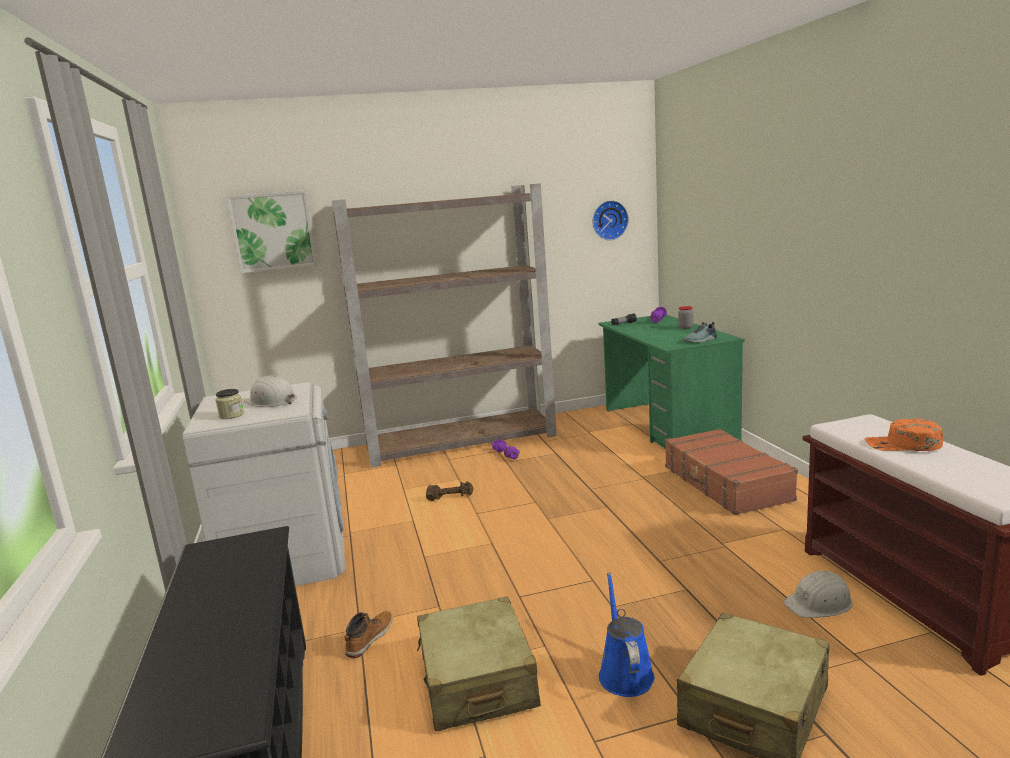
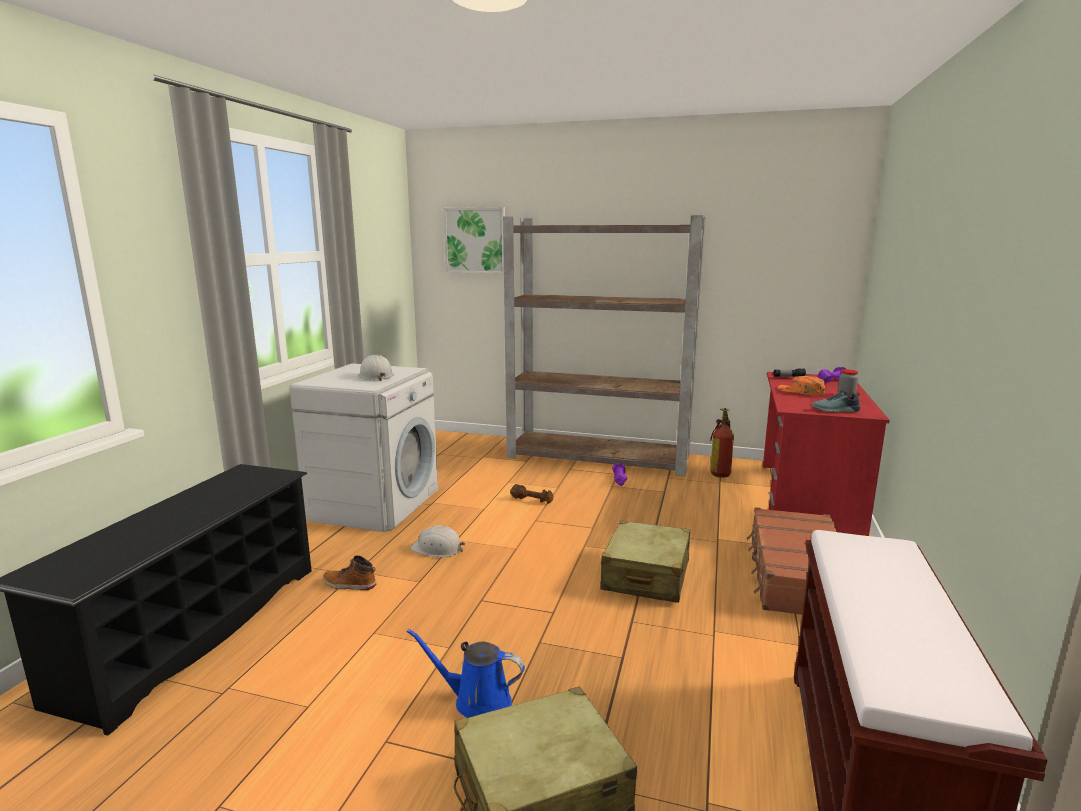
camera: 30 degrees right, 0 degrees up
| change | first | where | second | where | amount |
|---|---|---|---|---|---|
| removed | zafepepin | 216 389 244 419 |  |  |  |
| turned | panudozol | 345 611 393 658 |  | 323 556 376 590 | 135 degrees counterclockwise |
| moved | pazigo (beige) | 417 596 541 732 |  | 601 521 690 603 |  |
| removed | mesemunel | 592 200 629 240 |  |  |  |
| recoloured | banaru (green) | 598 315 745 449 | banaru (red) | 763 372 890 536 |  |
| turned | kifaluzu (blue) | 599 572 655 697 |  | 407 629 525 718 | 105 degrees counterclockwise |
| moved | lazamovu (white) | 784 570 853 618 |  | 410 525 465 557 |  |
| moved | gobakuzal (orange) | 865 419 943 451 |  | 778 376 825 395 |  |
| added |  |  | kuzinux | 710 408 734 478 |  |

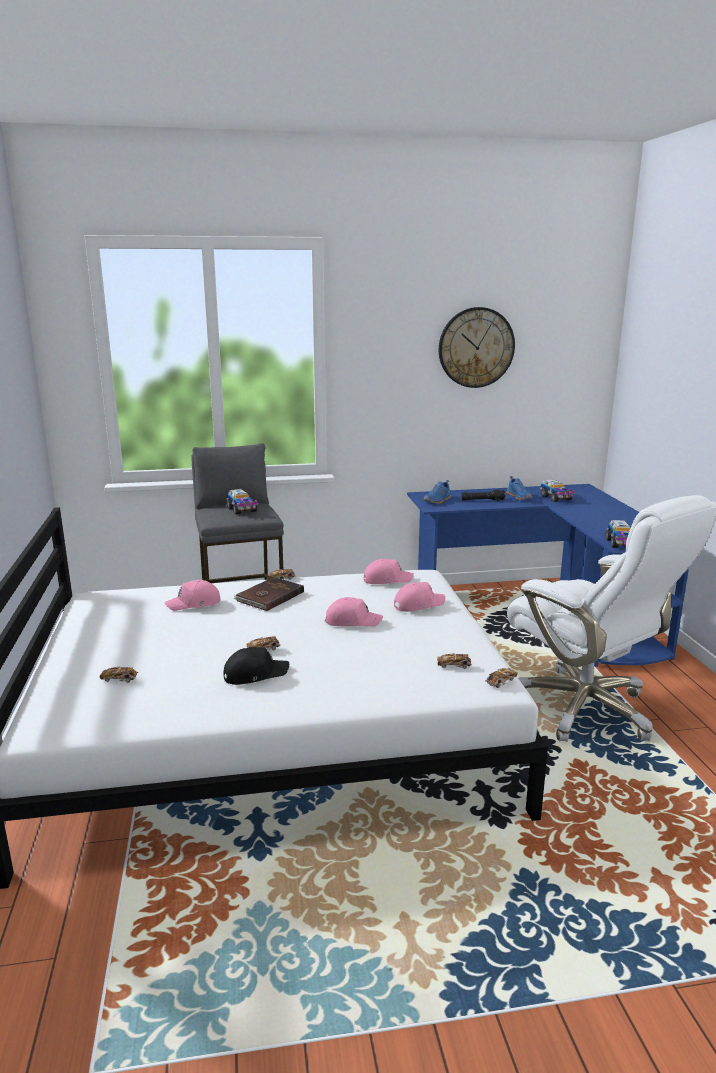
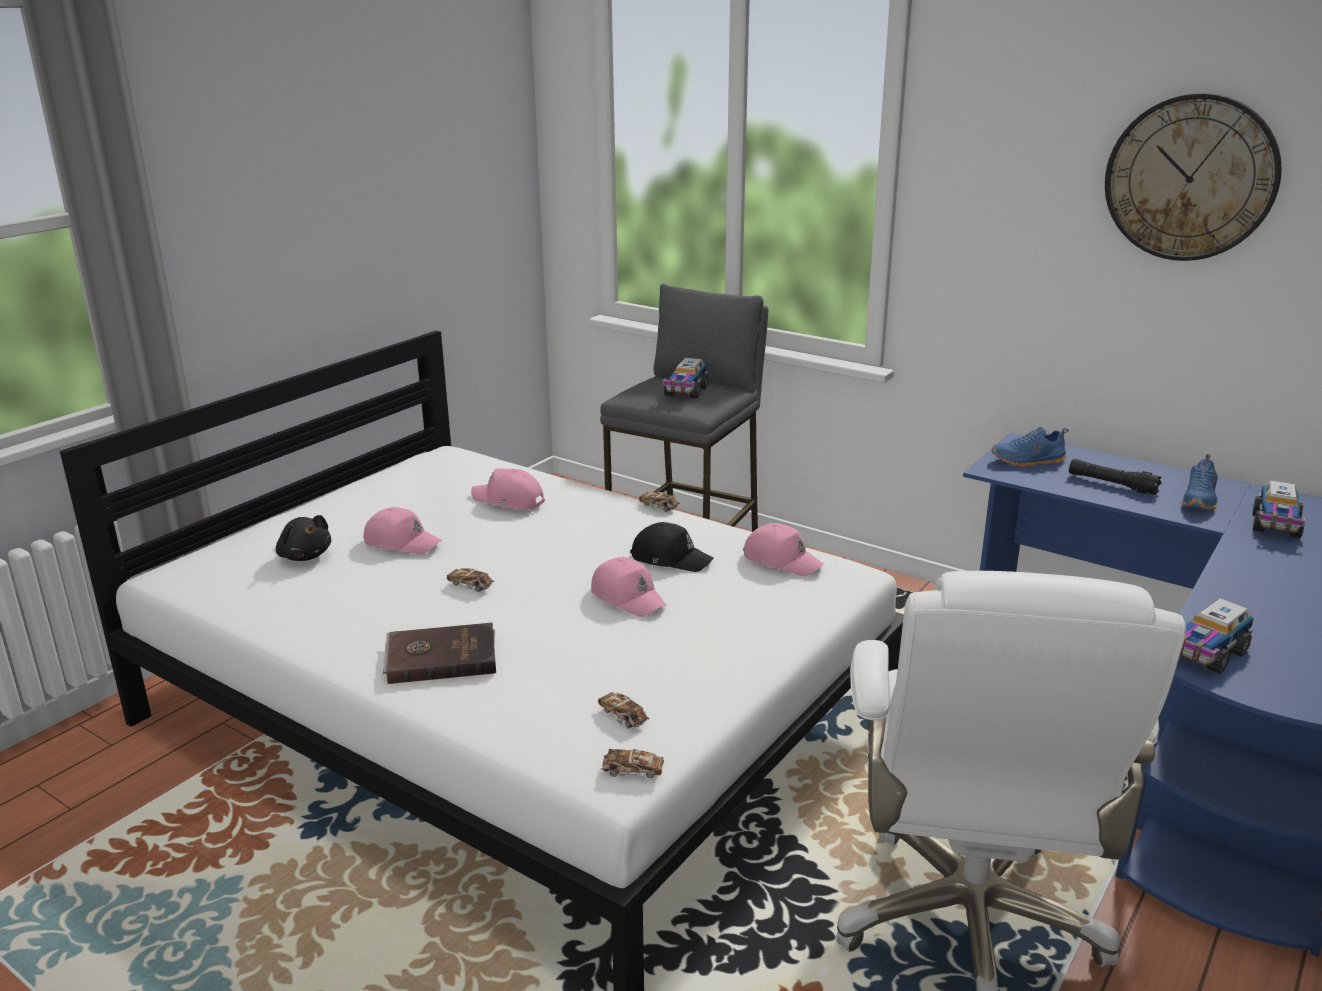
camera: 45 degrees right, 5 degrees up
| change | first | where | second | where | amount |
|---|---|---|---|---|---|
| replaced | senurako | 100 666 138 683 | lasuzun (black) | 276 515 331 561 |  |
| moved | gobakuzal (black) | 223 647 289 685 |  | 630 522 714 572 |  |
| moved | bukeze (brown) | 233 577 304 611 |  | 383 623 496 684 |  |
| moved | gobakuzal (pink) | 394 582 445 612 |  | 363 507 442 554 |  |

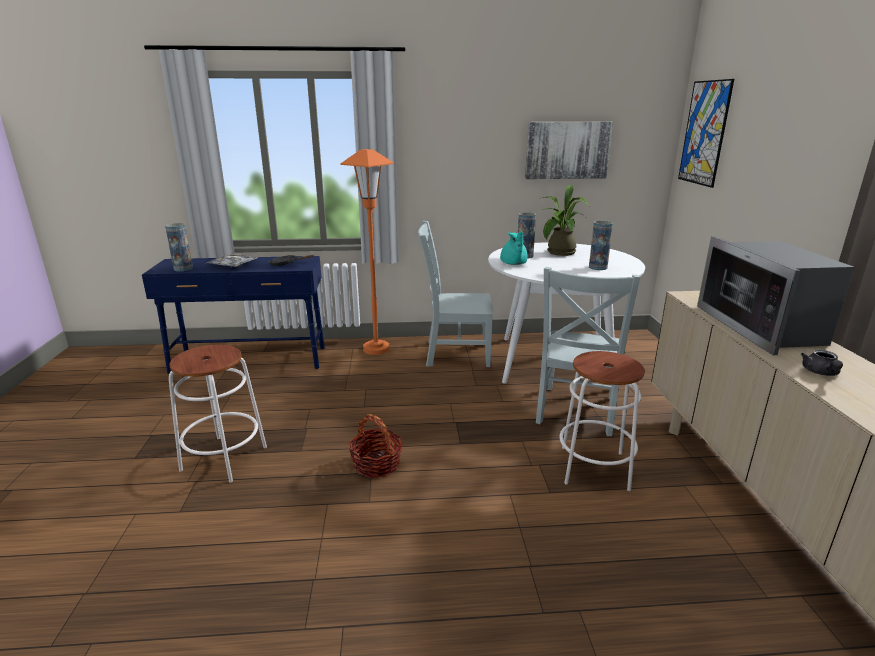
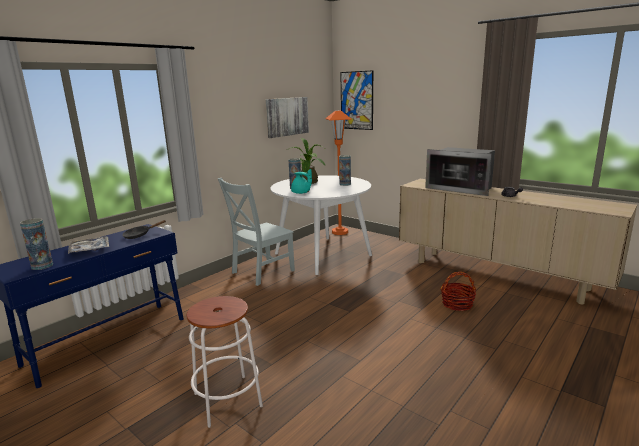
camera: 45 degrees left, 5 degrees down
| change | first | where | second | where | amount |
|---|---|---|---|---|---|
| moved | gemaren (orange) | 340 149 394 355 |  | 325 111 352 235 |  |
| moved | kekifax | 349 414 402 478 |  | 441 271 476 311 |  |
| removed | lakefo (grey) | 536 267 640 436 |  |  |  |
| removed | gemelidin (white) | 560 351 645 491 |  |  |  |

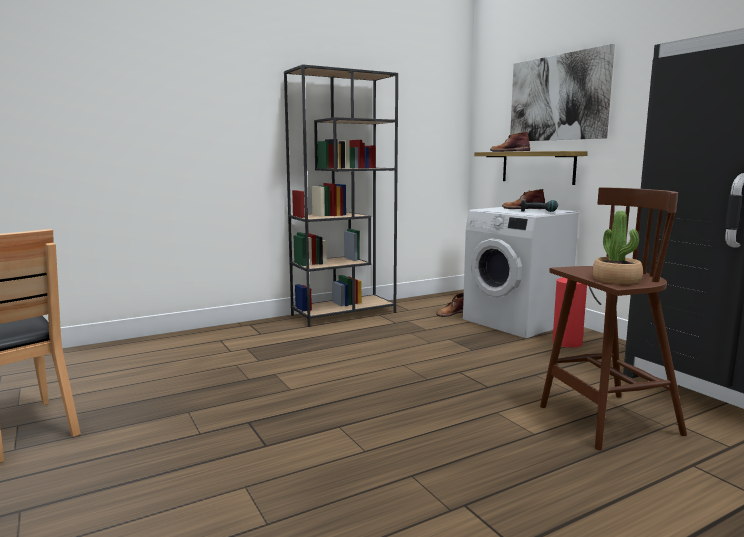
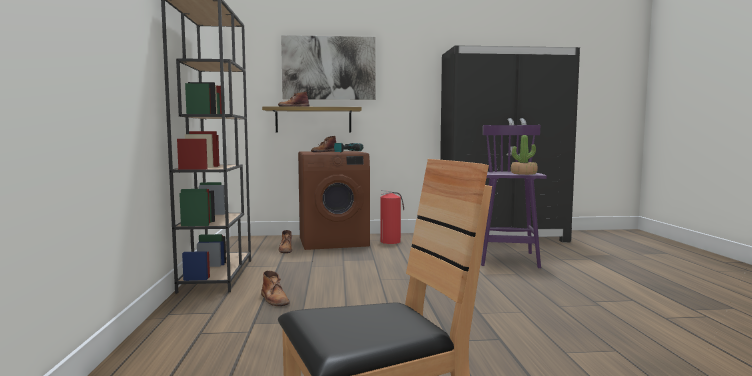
camera: 65 degrees left, 5 degrees down
| change | first | where | second | where | amount |
|---|---|---|---|---|---|
| recoloured | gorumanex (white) | 463 207 579 338 | gorumanex (brown) | 298 151 370 250 |  |
| recoloured | gemelidin (brown) | 540 187 687 450 | gemelidin (purple) | 481 125 547 268 |  |
| added |  |  | panudozol (brown) | 261 271 290 306 |  |

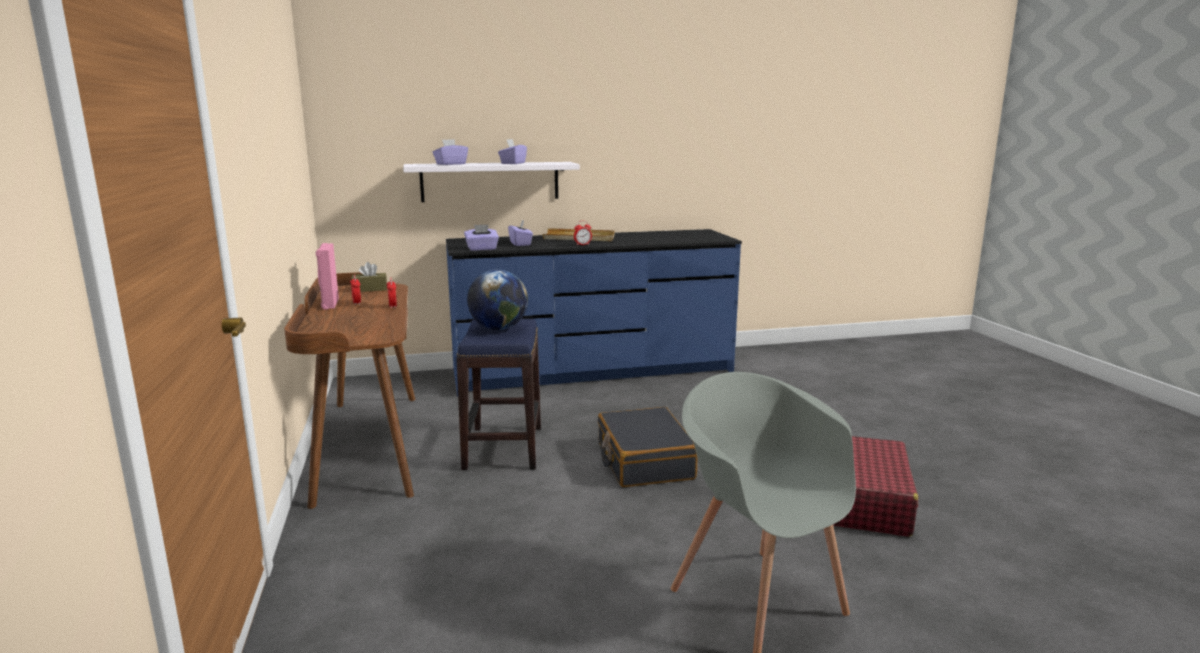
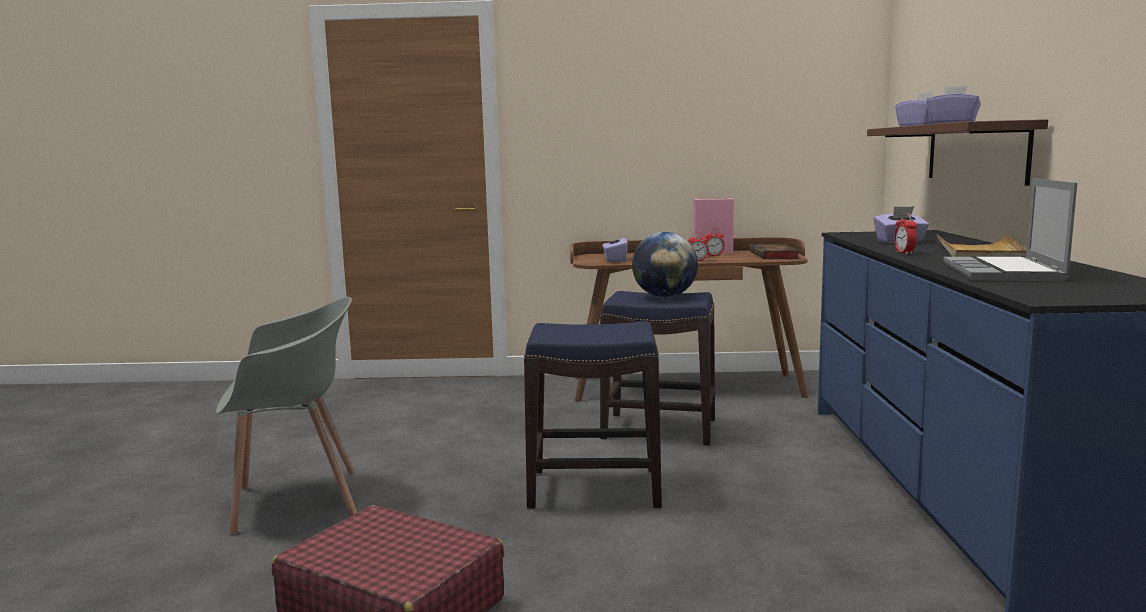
camera: 105 degrees right, 5 degrees down
| change | first | where | second | where | amount |
|---|---|---|---|---|---|
| replaced | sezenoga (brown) | 351 262 387 292 | bukeze | 750 244 800 259 |  |
| recoloured | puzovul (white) | 403 162 580 202 | puzovul (brown) | 867 119 1048 186 |  |
| moved | sezenoga (purple) | 464 224 499 251 |  | 602 234 628 262 |  |
| replaced | pazigo (black) | 598 407 697 487 | gemelidin | 524 321 662 509 |  |
| added |  |  | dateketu | 943 178 1077 281 |  |

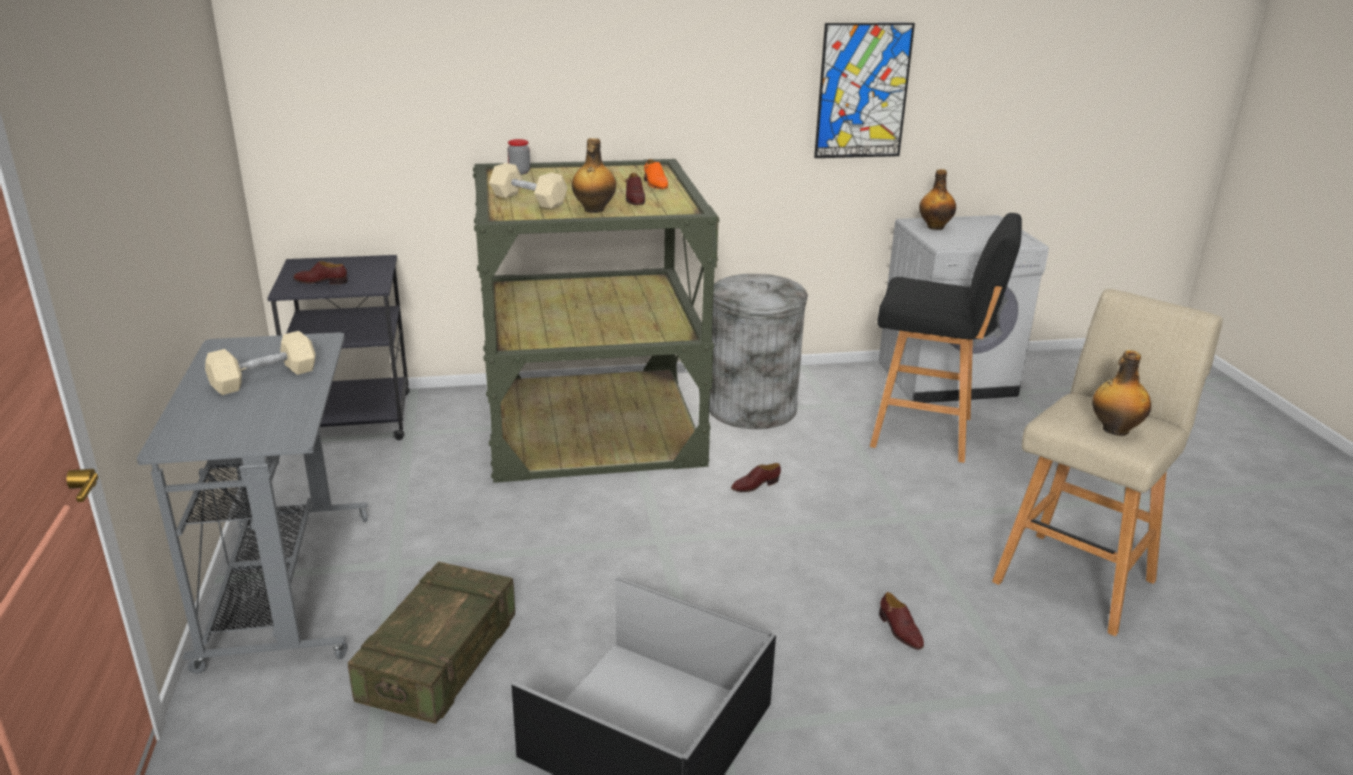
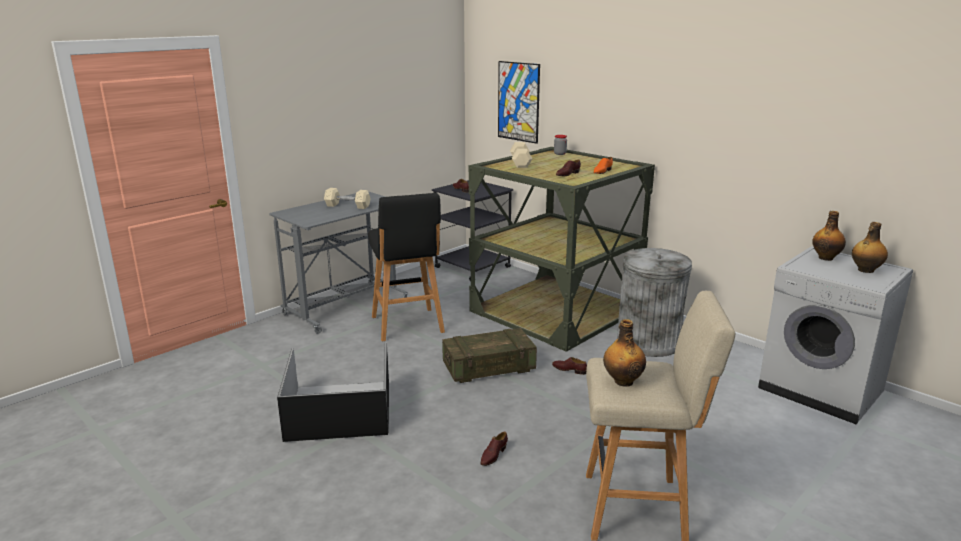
camera: 55 degrees right, 5 degrees down
| change | first | where | second | where | amount |
|---|---|---|---|---|---|
| moved | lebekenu | 348 562 515 724 |  | 442 328 537 383 |  |
| moved | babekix | 572 138 616 213 |  | 852 222 888 273 |  |
| moved | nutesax | 814 23 915 158 |  | 498 61 540 144 |  |
| moved | gemelidin (black) | 870 213 1022 463 |  | 368 193 445 341 |  |

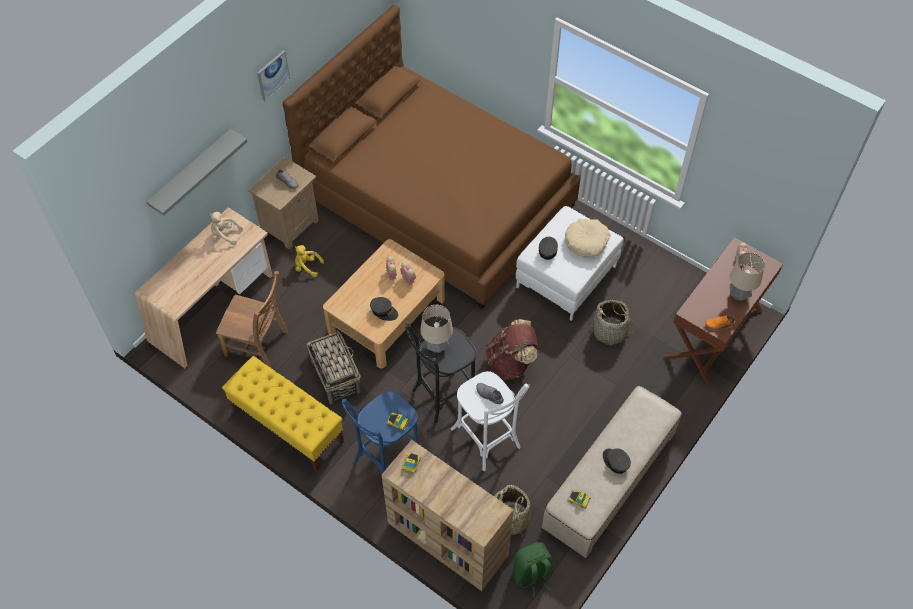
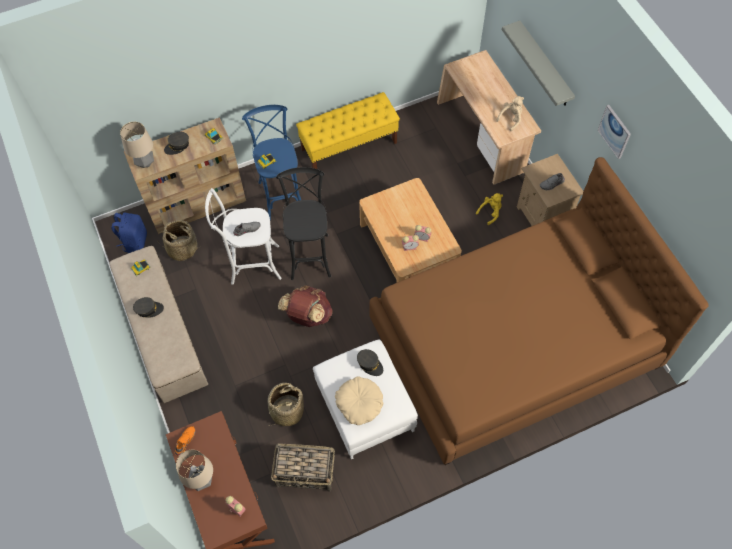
camera: 120 degrees right, 5 degrees up
| change | first | where | second | where | amount |
|---|---|---|---|---|---|
| removed | lakefo (brown) | 216 271 288 368 |  |  |  |
| moved | kekifax | 307 330 361 404 |  | 271 444 335 492 |  |
| moved | gobakuzal (grey) | 370 297 398 321 |  | 164 132 189 155 |  |
| moved | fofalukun | 420 305 453 353 |  | 120 122 154 168 |  |
| recoloured | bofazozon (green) | 513 542 552 597 | bofazozon (blue) | 111 213 147 253 |  |

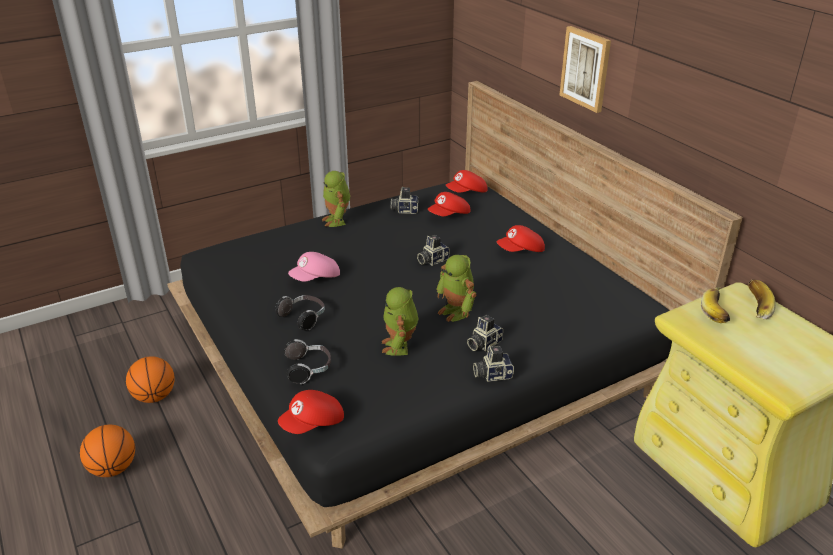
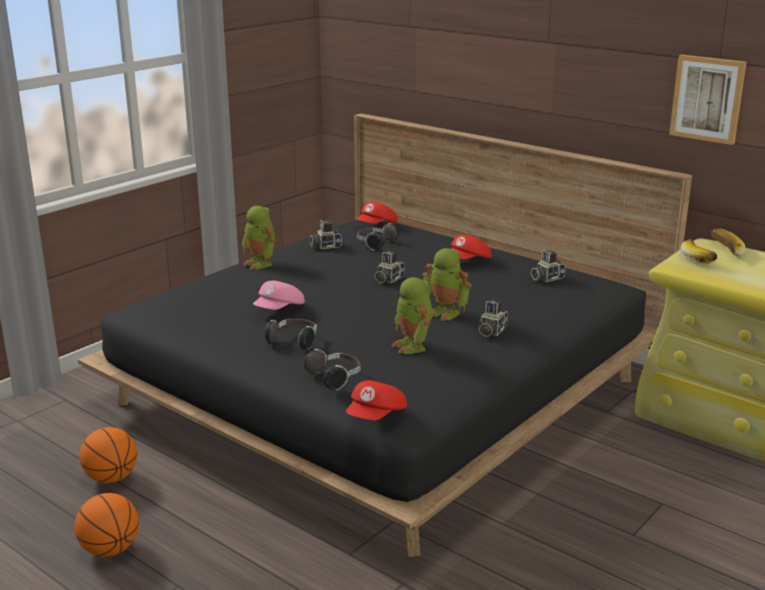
camera: 20 degrees left, 10 degrees down
| change | first | where | second | where | amount |
|---|---|---|---|---|---|
| replaced | gobakuzal (red) | 428 192 470 216 | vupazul | 357 223 399 251 |  |
| moved | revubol | 473 345 514 382 |  | 531 250 565 282 |  |
| moved | nutesax | 560 26 611 113 |  | 669 55 747 145 |  |

